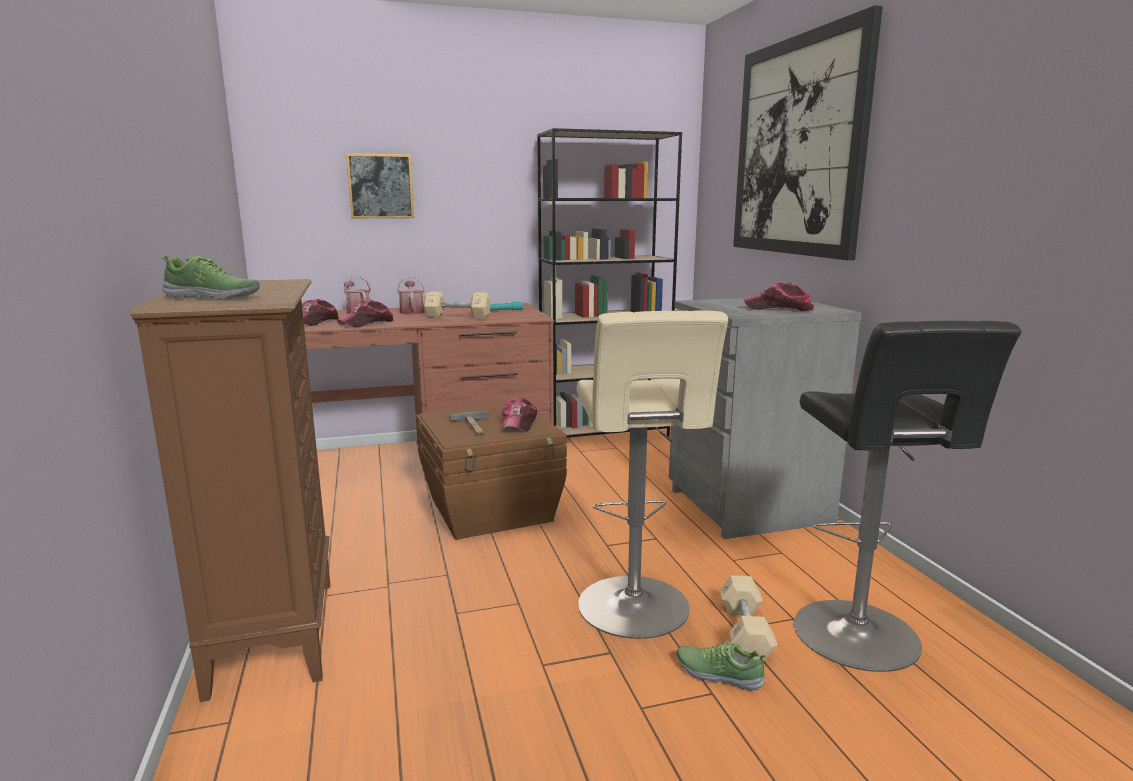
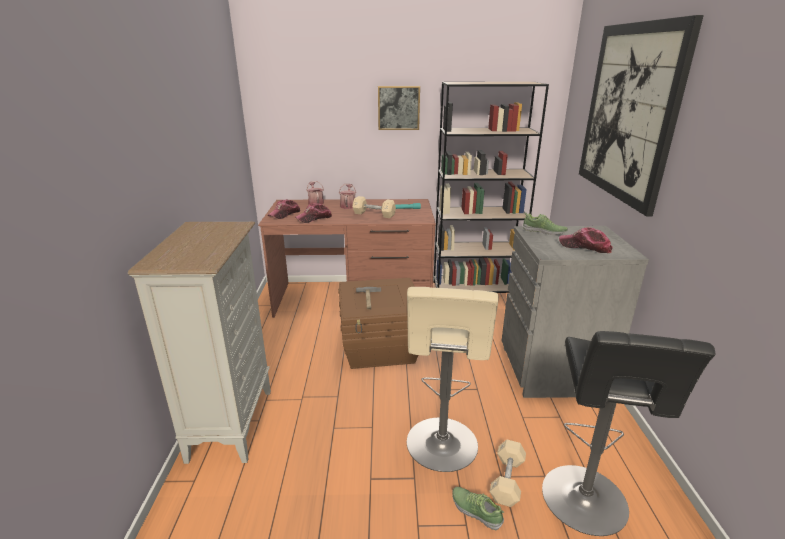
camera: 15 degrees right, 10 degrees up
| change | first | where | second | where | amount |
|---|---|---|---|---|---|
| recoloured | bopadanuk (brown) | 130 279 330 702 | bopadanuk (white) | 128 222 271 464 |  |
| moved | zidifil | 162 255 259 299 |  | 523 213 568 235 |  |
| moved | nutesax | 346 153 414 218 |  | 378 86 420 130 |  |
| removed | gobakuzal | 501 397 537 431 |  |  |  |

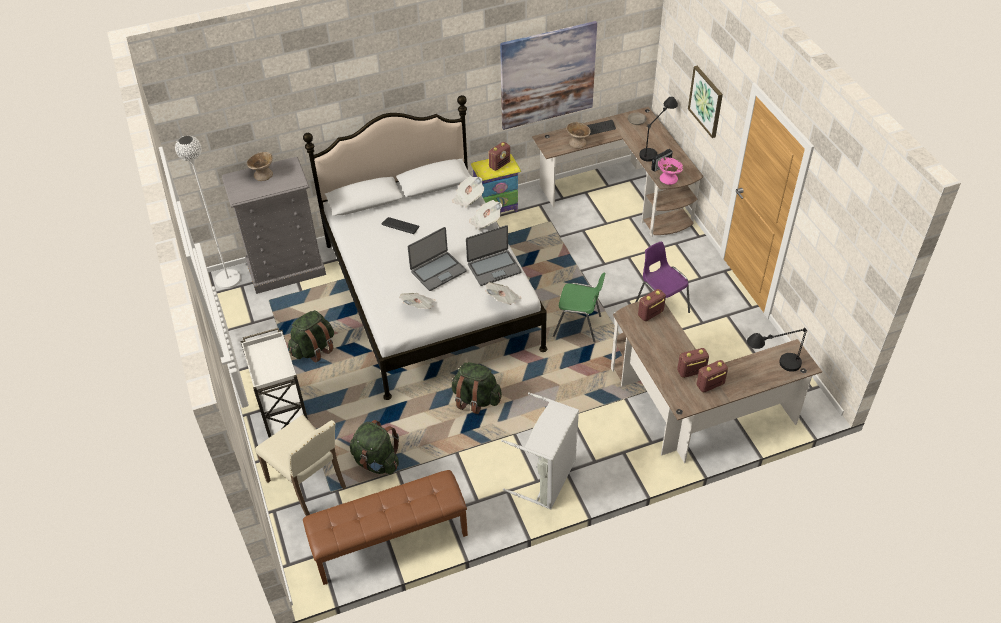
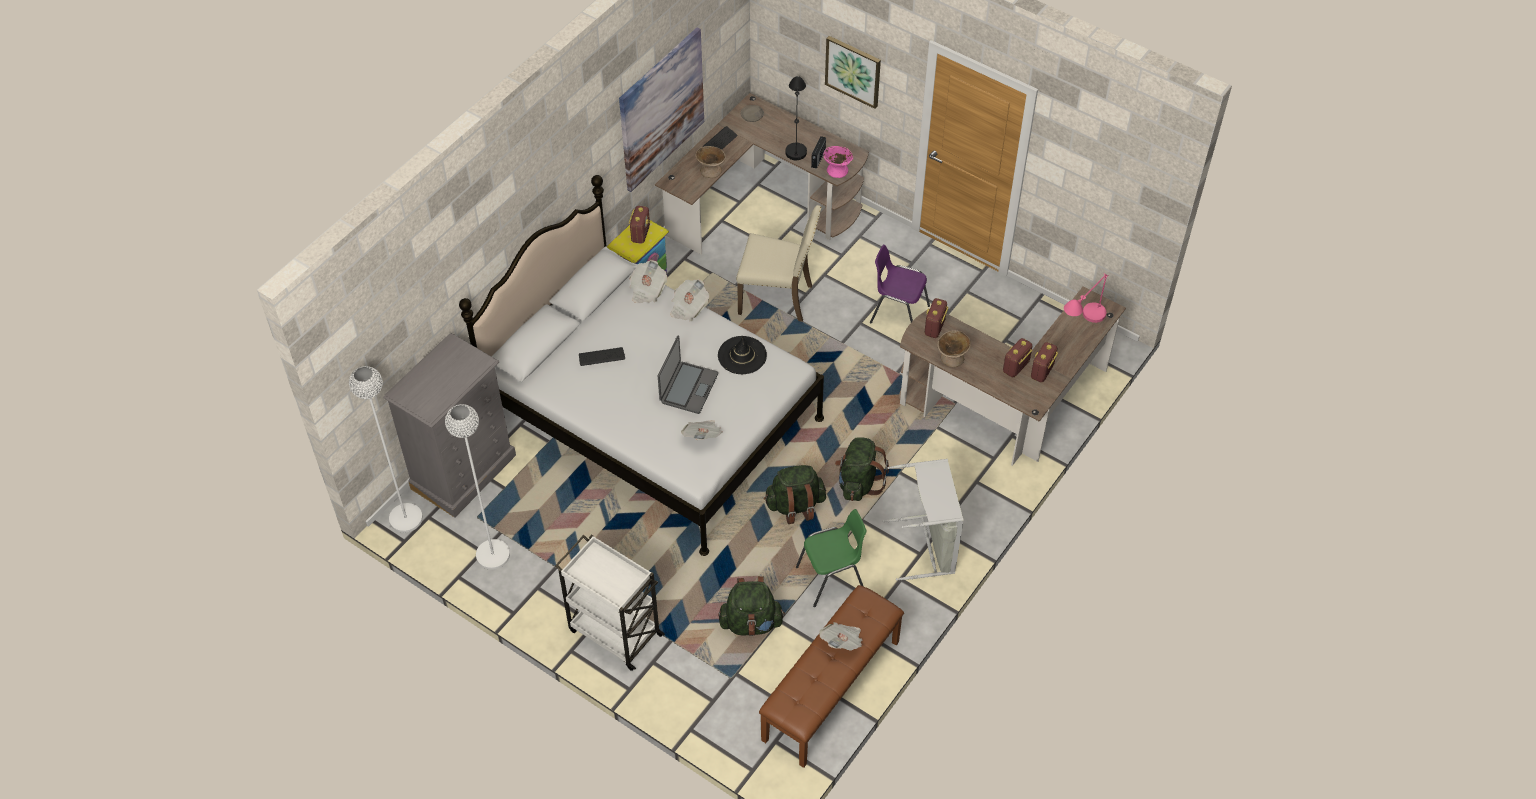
camera: 35 degrees left, 5 degrees up
| change | first | where | second | where | amount |
|---|---|---|---|---|---|
| moved | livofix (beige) | 247 152 273 181 |  | 938 330 971 367 |  |
| moved | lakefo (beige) | 255 415 346 516 |  | 736 205 822 322 |  |
| moved | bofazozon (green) | 288 310 334 363 |  | 835 437 889 501 |  |
| replaced | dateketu | 466 225 522 286 | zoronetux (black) | 718 336 767 374 |  |
| moved | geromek | 485 282 521 305 |  | 819 622 862 651 |  |
| moved | lakefo (green) | 553 273 605 343 |  | 796 509 867 607 |  |
| recoloured | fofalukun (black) | 747 327 807 372 | fofalukun (pink) | 1064 273 1108 323 |  |
| added |  |  | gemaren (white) | 445 404 510 570 |  |

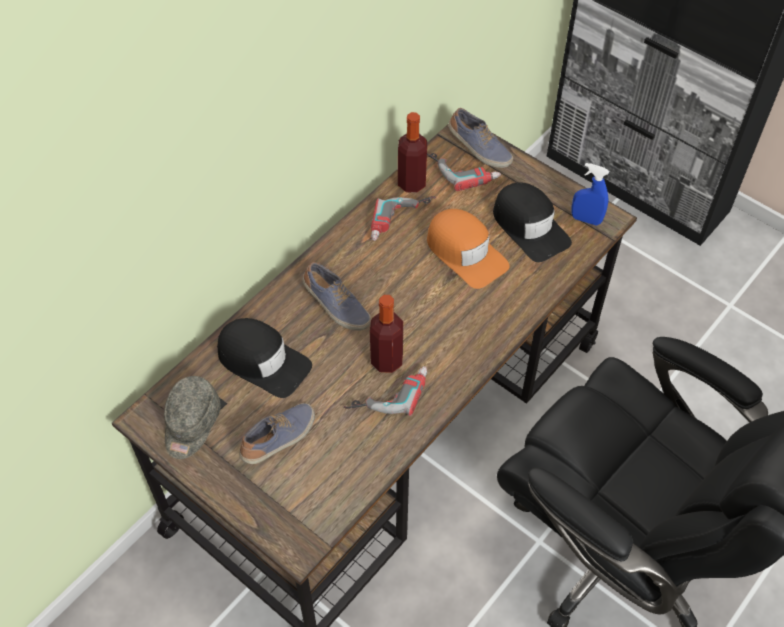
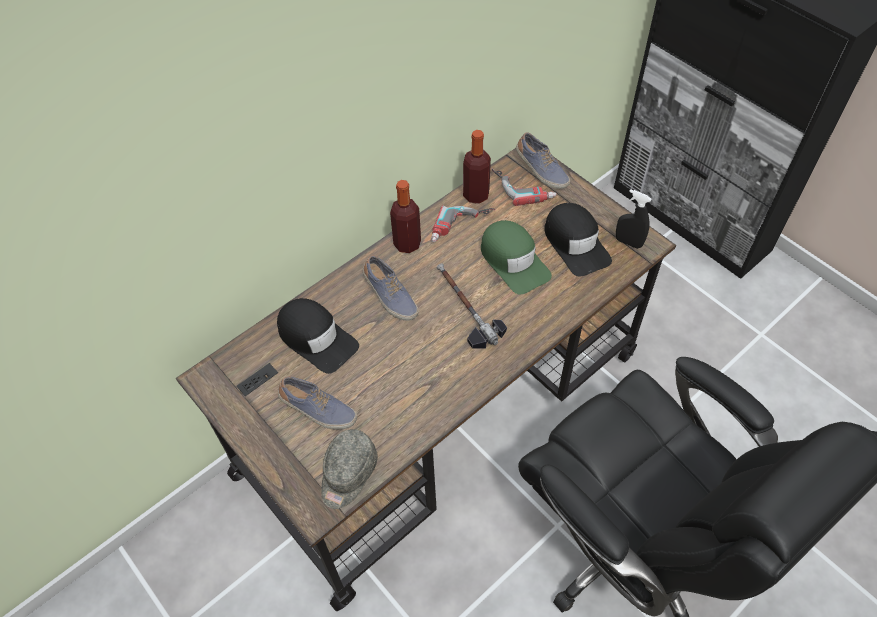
camera: 10 degrees right, 0 degrees up
| change | first | where | second | where | amount |
|---|---|---|---|---|---|
| moved | gobakuzal (grey) | 164 376 221 459 |  | 321 429 378 509 |  |
| turned | zidifil | 239 403 315 464 |  | 278 376 357 430 | 60 degrees clockwise |
| removed | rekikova | 343 366 427 416 |  |  |  |
| moved | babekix | 370 295 403 373 |  | 390 180 421 253 |  |
| recoloured | gobakuzal (orange) | 427 209 510 289 | gobakuzal (green) | 481 220 552 295 |  |
| recoloured | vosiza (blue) | 571 163 609 226 | vosiza (black) | 616 189 651 249 |  |
| added |  |  | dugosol | 437 263 507 349 |  |

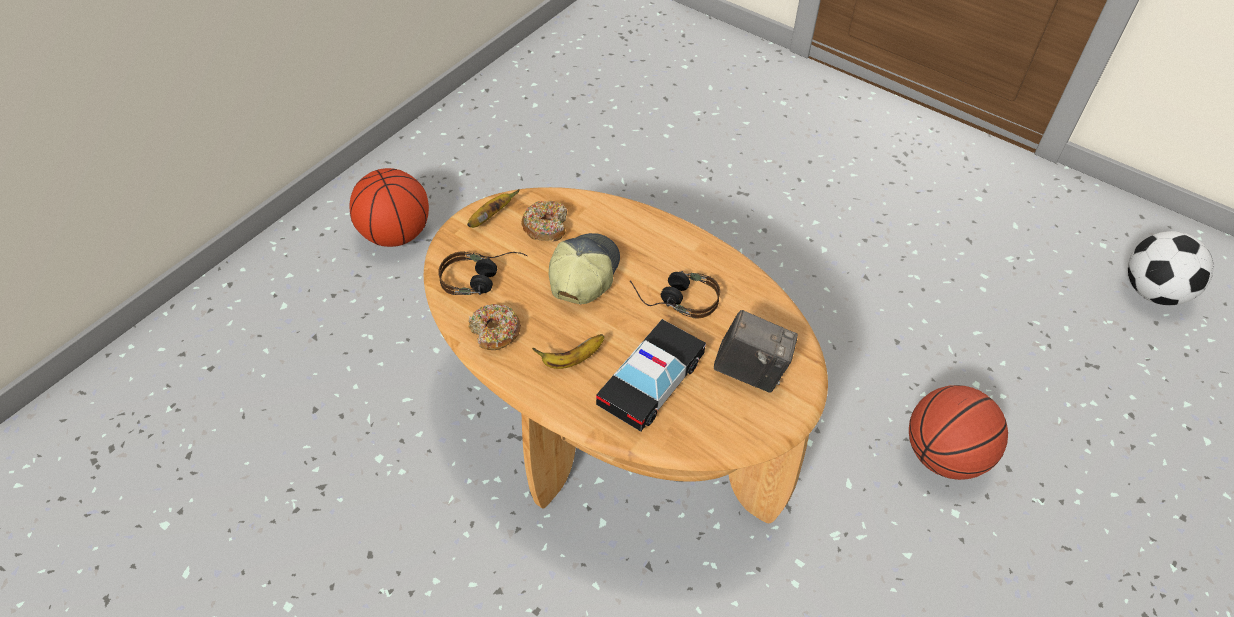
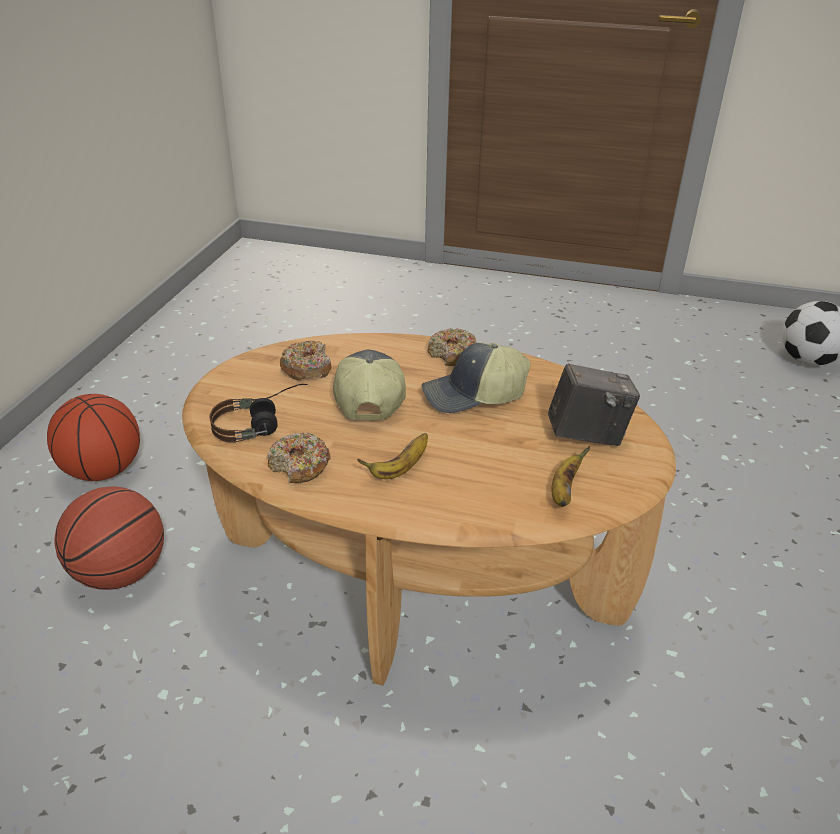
camera: 20 degrees left, 15 degrees down
| change | first | where | second | where | amount |
|---|---|---|---|---|---|
| moved | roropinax | 467 189 520 228 |  | 552 446 590 507 |  |
| removed | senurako | 596 319 706 432 |  |  |  |
| replaced | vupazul | 630 271 720 318 | gobakuzal | 422 342 530 413 |  |
| moved | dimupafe | 909 385 1008 480 |  | 54 486 164 590 |  |
| added |  |  | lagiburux | 428 328 477 366 |  |

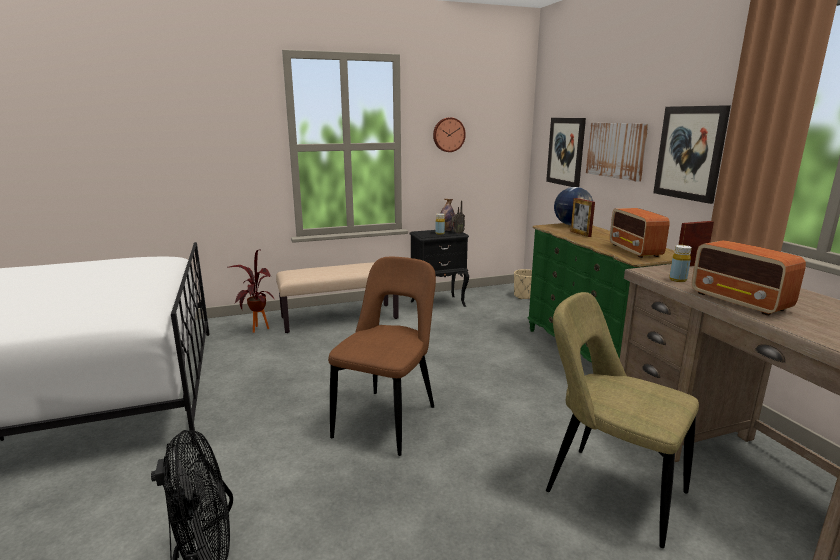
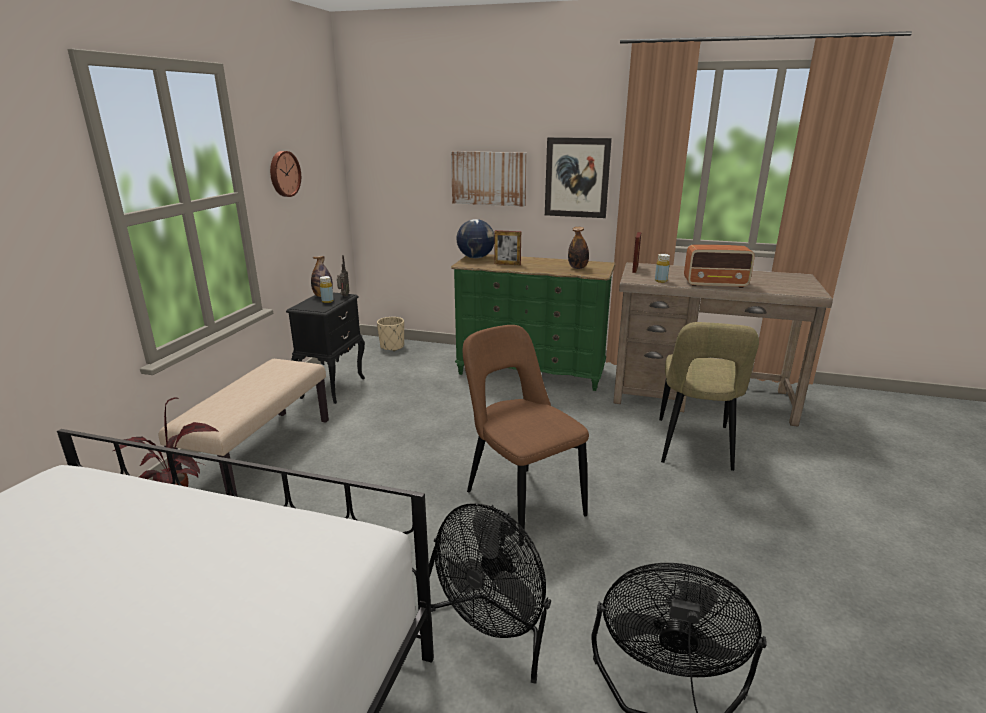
camera: 55 degrees left, 5 degrees up
| change | first | where | second | where | amount |
|---|---|---|---|---|---|
| removed | nutesax | 546 118 586 187 |  |  |  |
| turned | lakefo (beige) | 546 292 699 548 |  | 659 322 759 471 | 60 degrees counterclockwise |
| replaced | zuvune | 610 208 670 258 | babekix | 568 227 589 269 |  |
| added |  |  | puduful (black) | 429 504 551 683 |  |

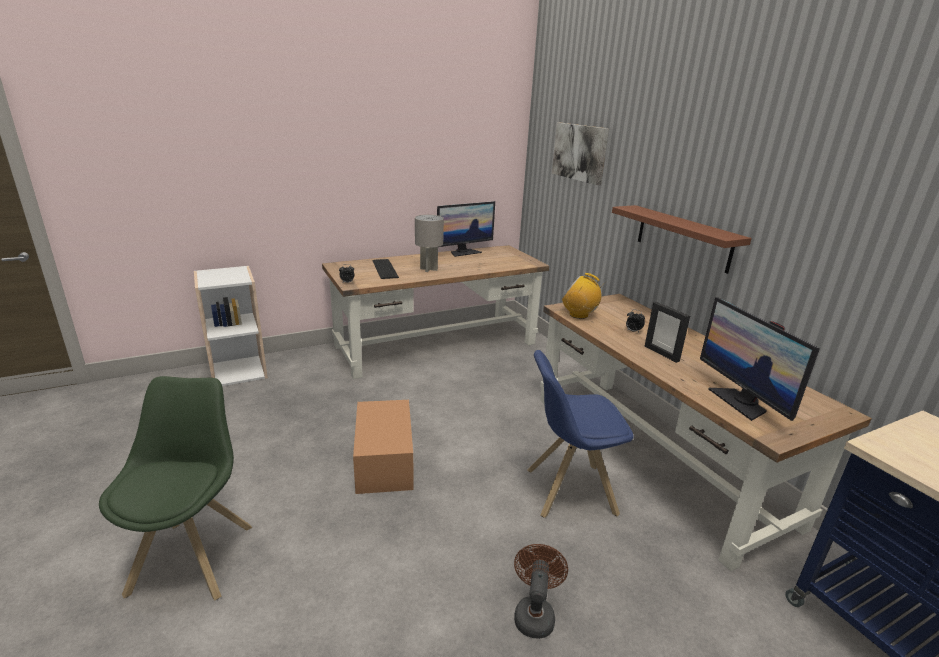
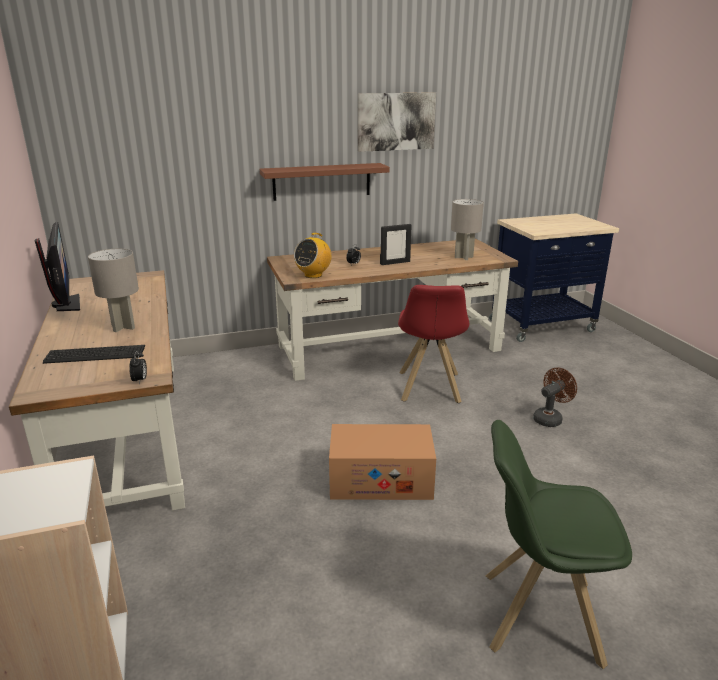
camera: 80 degrees left, 0 degrees up
| change | first | where | second | where | amount |
|---|---|---|---|---|---|
| turned | puduful (brown) | 514 544 568 639 |  | 533 367 577 427 | 120 degrees clockwise |
| recoloured | lakefo (blue) | 527 350 634 518 | lakefo (red) | 398 285 470 403 |  |
| moved | nutesax | 552 123 609 185 |  | 358 92 436 152 |  |
| replaced | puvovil | 700 297 820 421 | fofalukun (grey) | 451 199 484 260 |  |

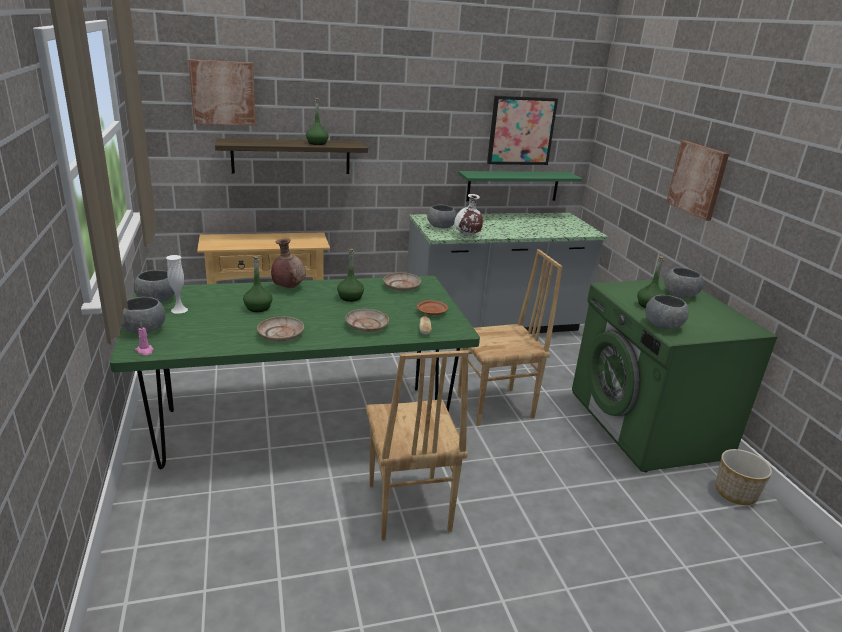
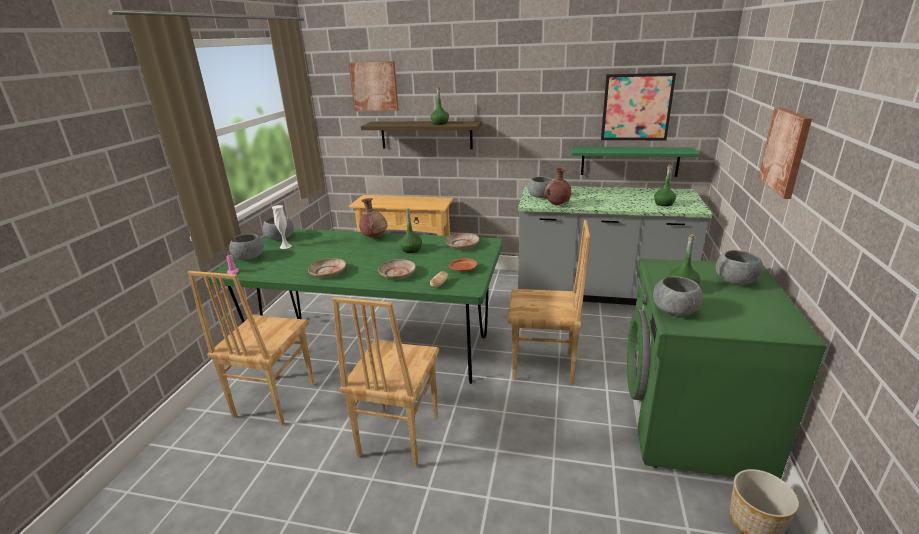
camera: 30 degrees right, 0 degrees up
| change | first | where | second | where | amount |
|---|---|---|---|---|---|
| moved | babekix (green) | 243 256 273 312 |  | 654 165 676 206 |  |
| recoloured | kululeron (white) | 454 194 483 236 | kululeron (brown) | 544 167 571 205 |  |
| added |  |  | lakefo (brown) | 188 271 315 425 |  |

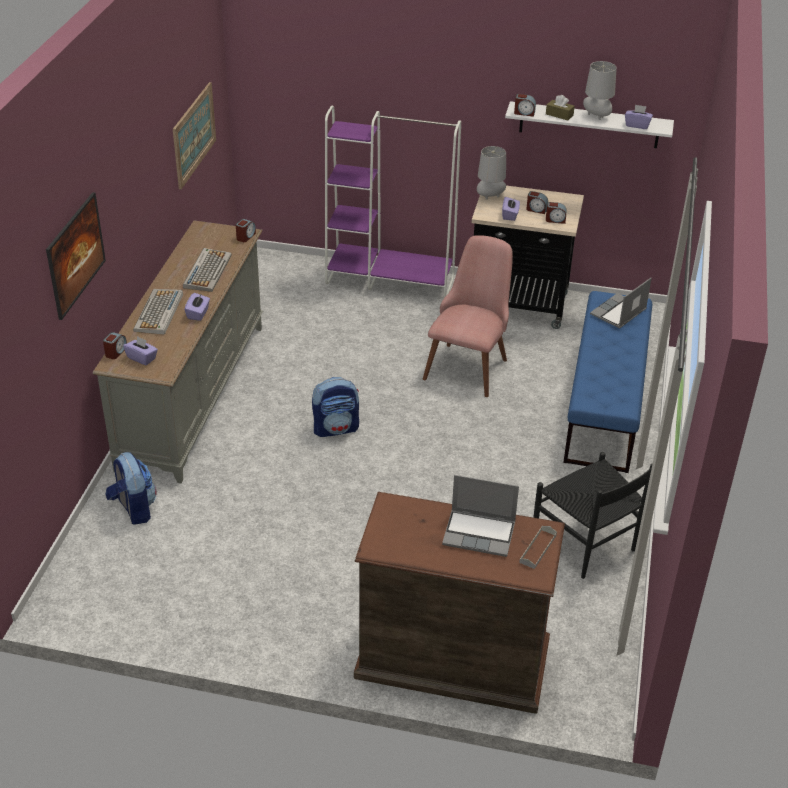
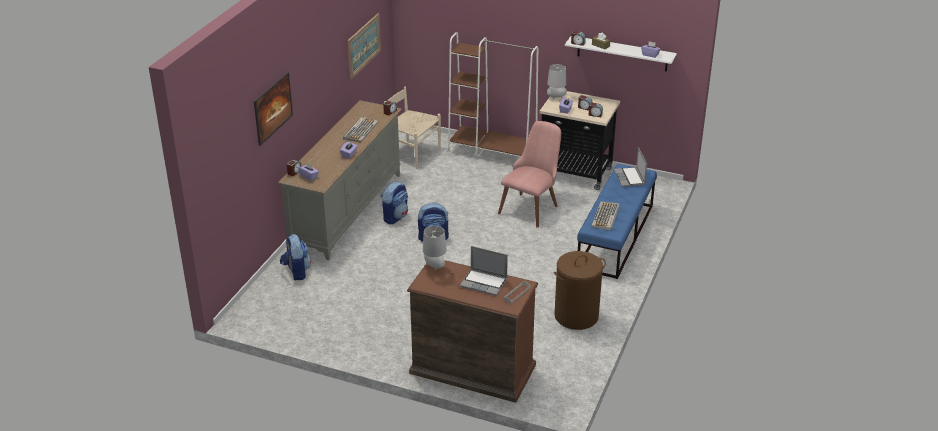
camera: 10 degrees right, 5 degrees down
| change | first | where | second | where | amount |
|---|---|---|---|---|---|
| moved | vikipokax | 133 289 183 335 |  | 591 202 620 231 |  |
| recoloured | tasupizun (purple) | 325 106 461 298 | tasupizun (brown) | 448 32 538 157 |  |
| replaced | lakefo (black) | 533 452 653 579 | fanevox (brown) | 554 251 606 330 |  |
| moved | fofalukun (grey) | 583 61 617 120 |  | 423 226 447 270 |  |
| turned | dateketu | 590 278 652 329 |  | 614 147 647 187 | 60 degrees counterclockwise |
| added |  |  | bofazozon | 381 182 408 224 |  |
| added |  |  | lakefo (beige) | 384 87 441 169 |  |

